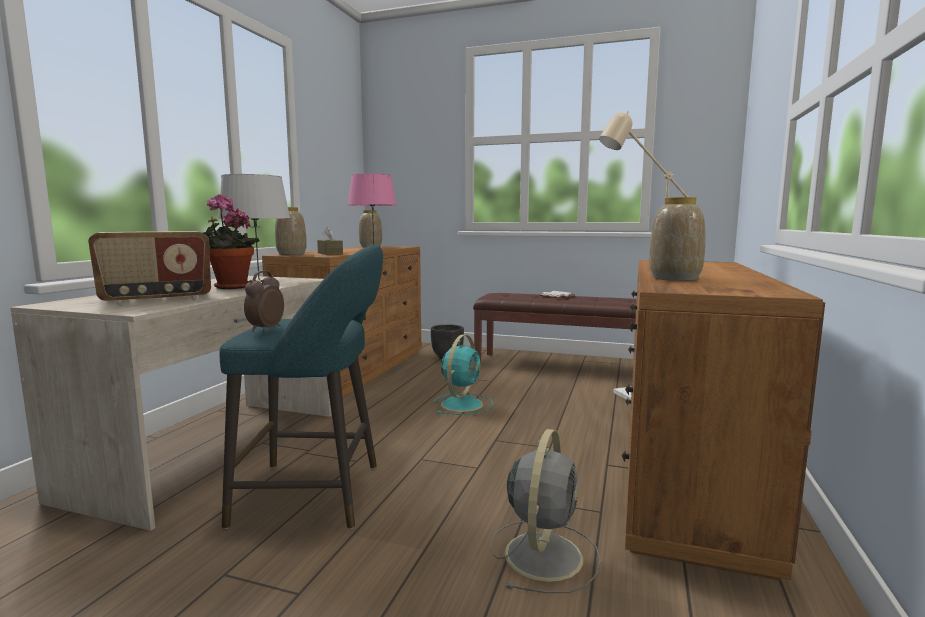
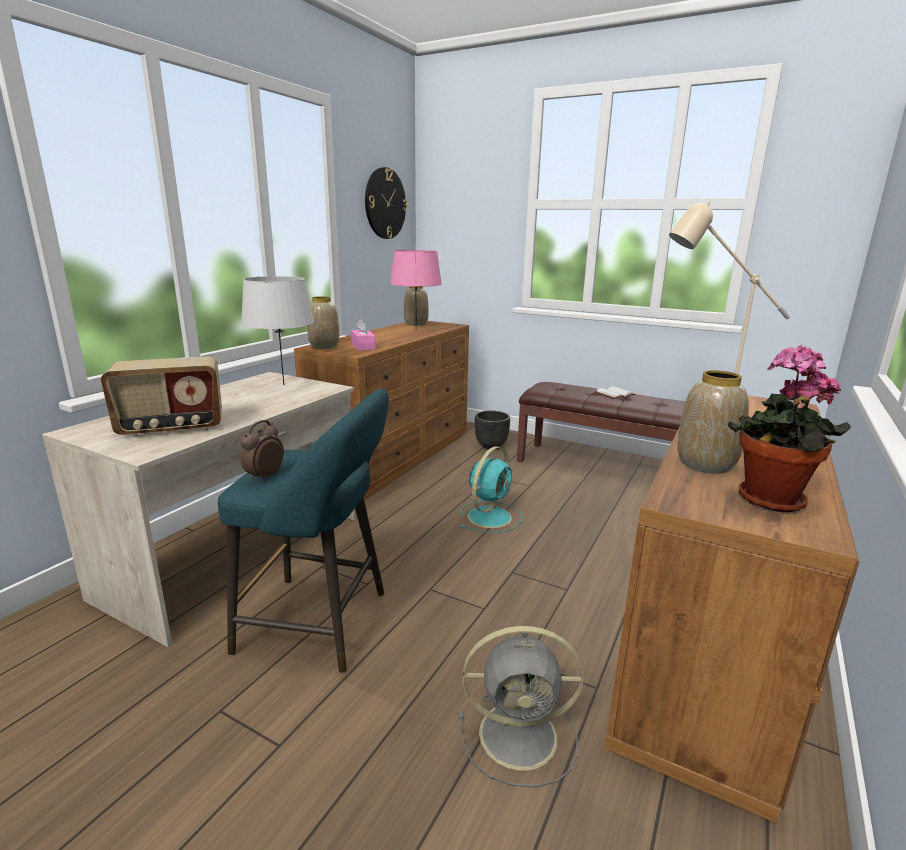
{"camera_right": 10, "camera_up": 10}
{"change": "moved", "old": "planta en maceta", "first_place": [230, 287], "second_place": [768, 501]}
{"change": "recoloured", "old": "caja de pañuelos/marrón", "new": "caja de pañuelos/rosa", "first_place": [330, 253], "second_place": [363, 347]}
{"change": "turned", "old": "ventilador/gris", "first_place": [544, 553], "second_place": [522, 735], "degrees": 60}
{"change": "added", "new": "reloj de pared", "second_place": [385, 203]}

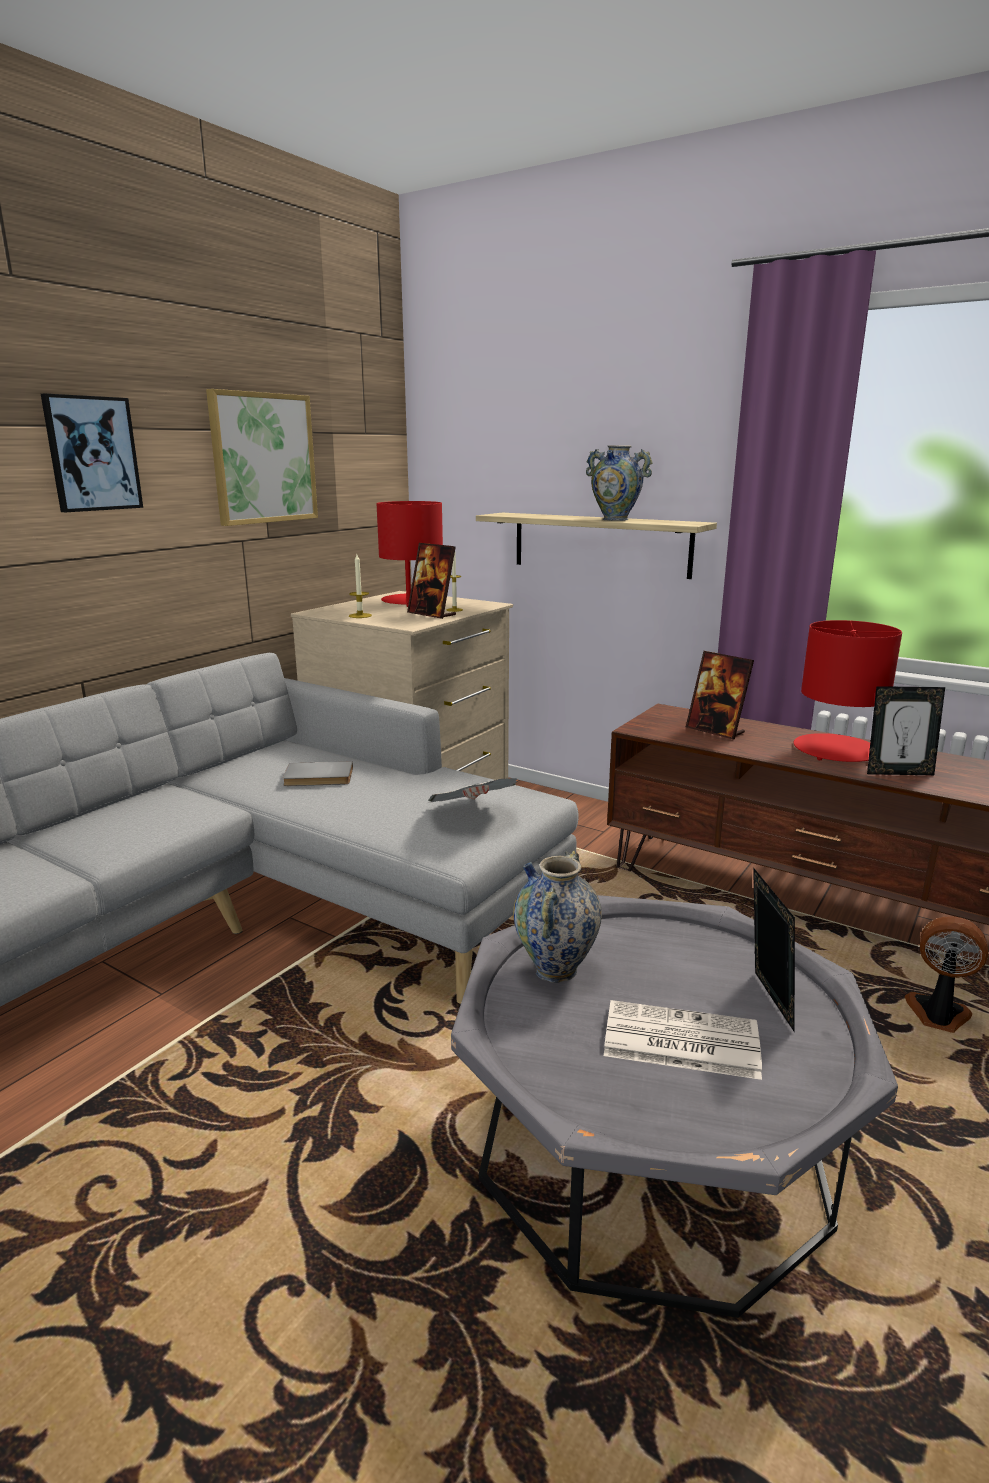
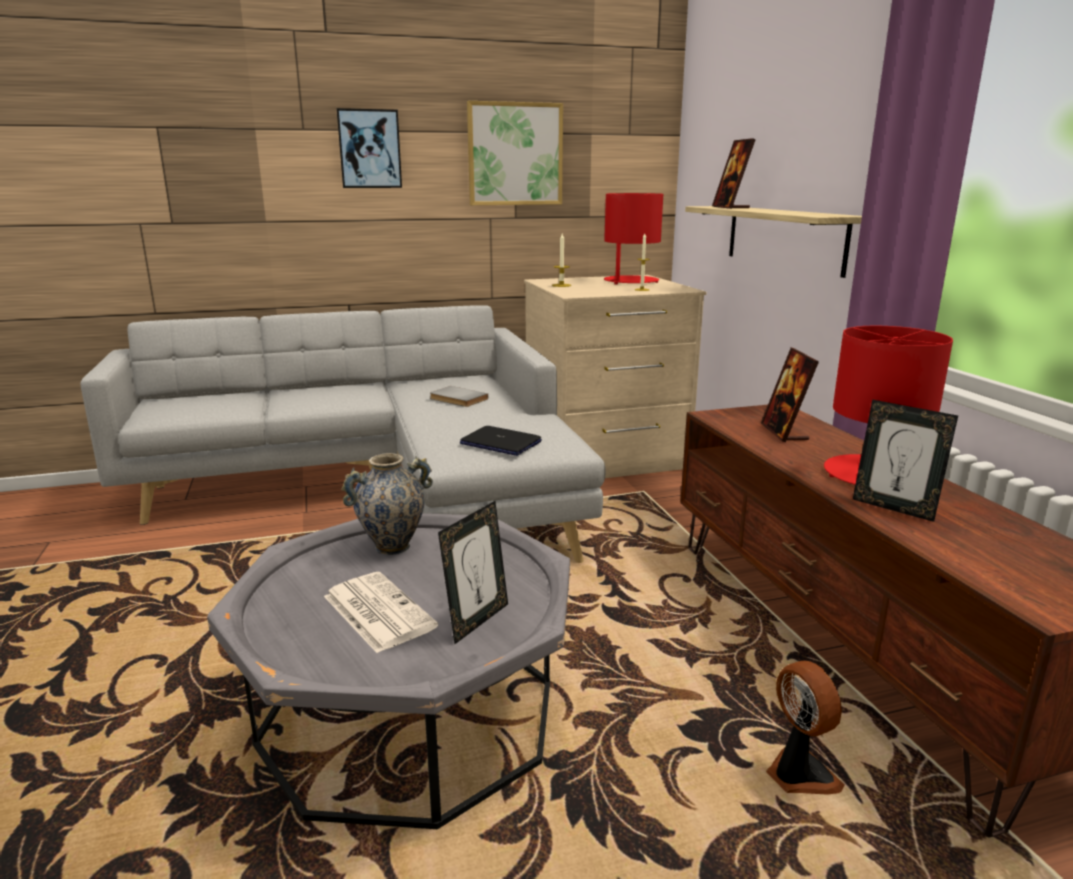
{"camera_right": 40, "camera_up": 0}
{"change": "moved", "old": "portarretratos", "first_place": [432, 614], "second_place": [730, 207]}
{"change": "replaced", "old": "periódico", "new": "portátil", "first_place": [472, 814], "second_place": [500, 443]}
{"change": "removed", "old": "florero", "first_place": [615, 519]}

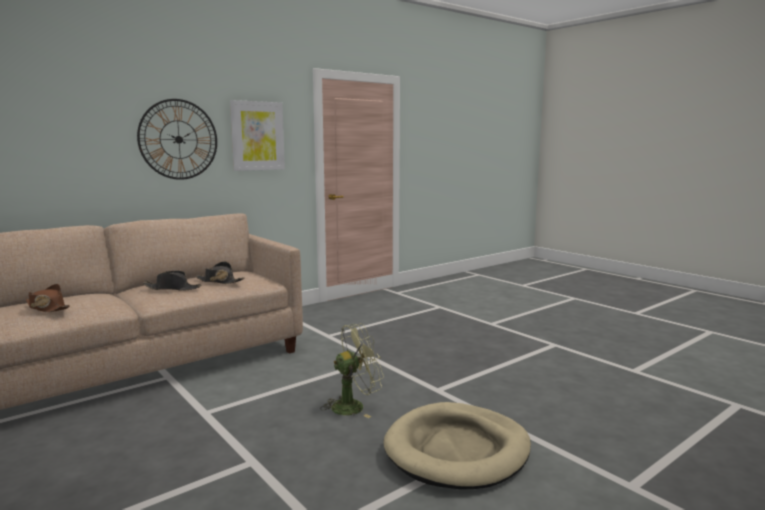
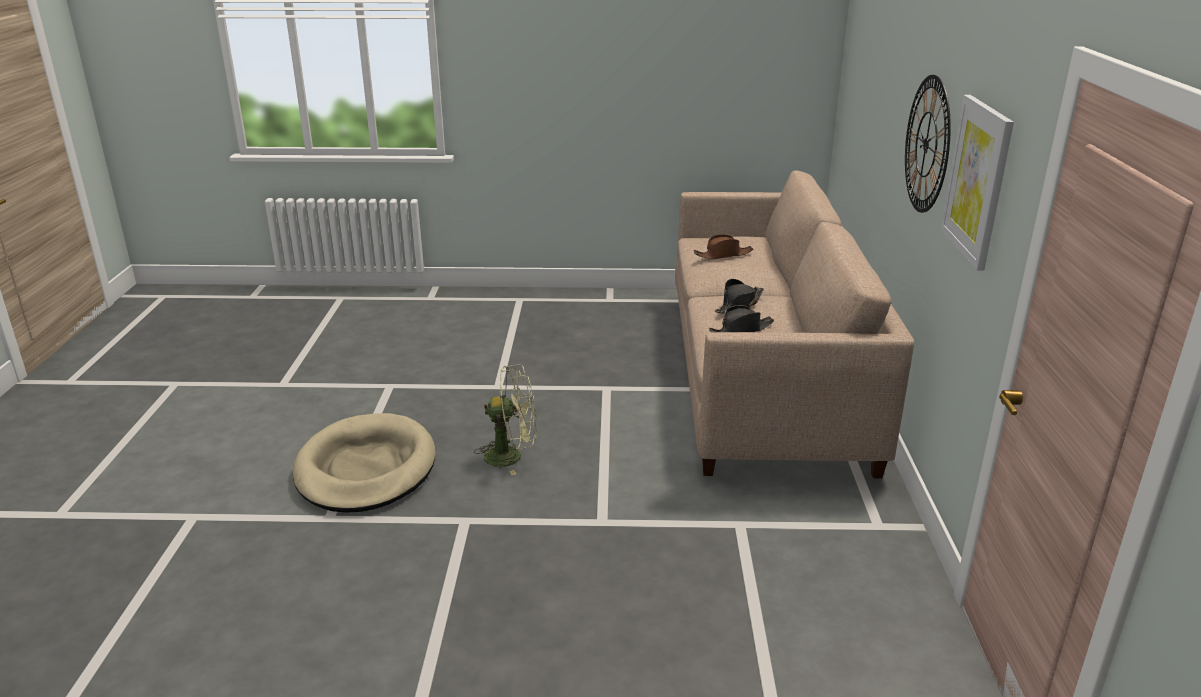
{"camera_right": 130, "camera_up": 15}
{"change": "turned", "old": "ventilador/verde", "first_place": [354, 406], "second_place": [511, 456], "degrees": -105}

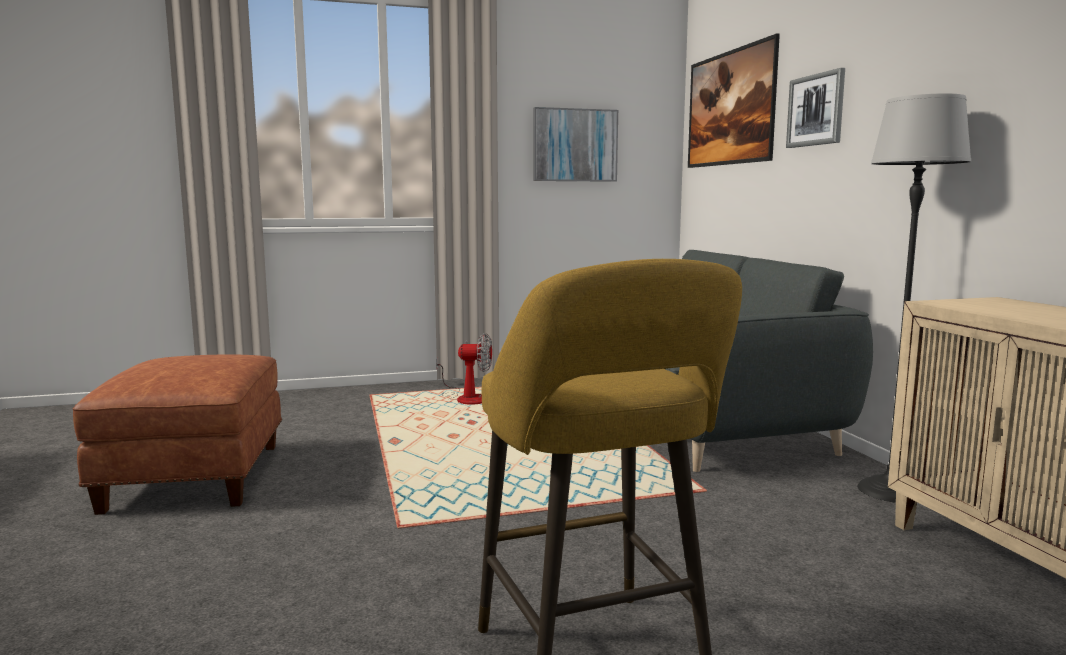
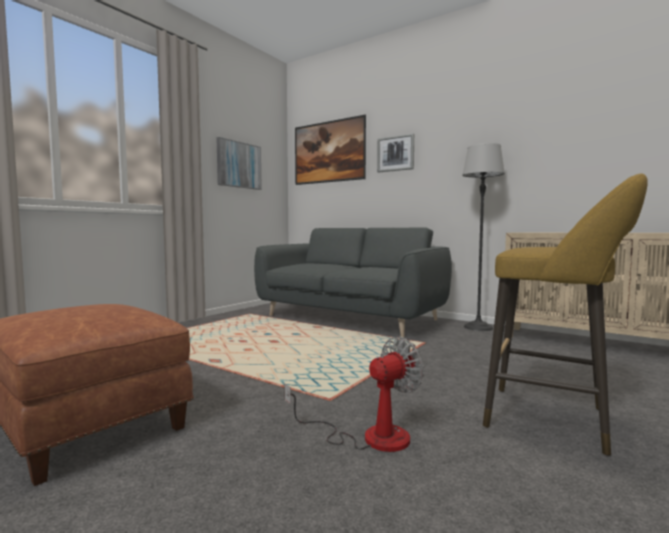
{"camera_right": -40, "camera_up": -5}
{"change": "moved", "old": "ventilador", "first_place": [466, 398], "second_place": [369, 437]}

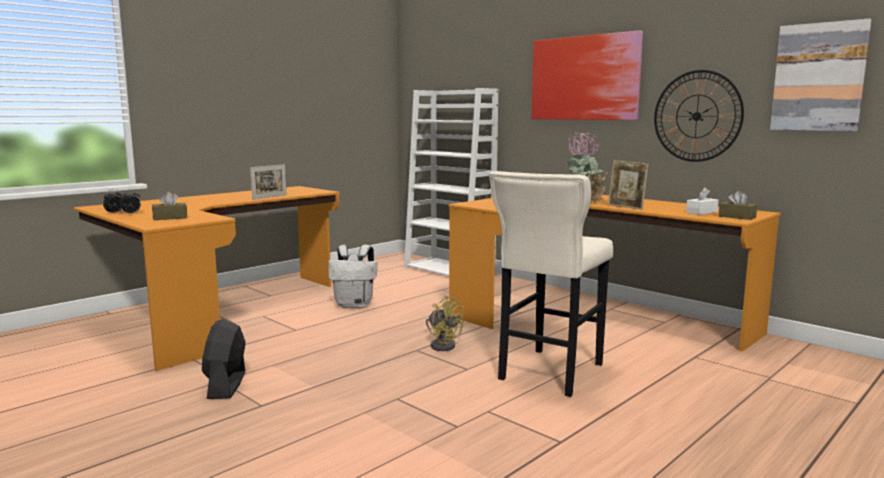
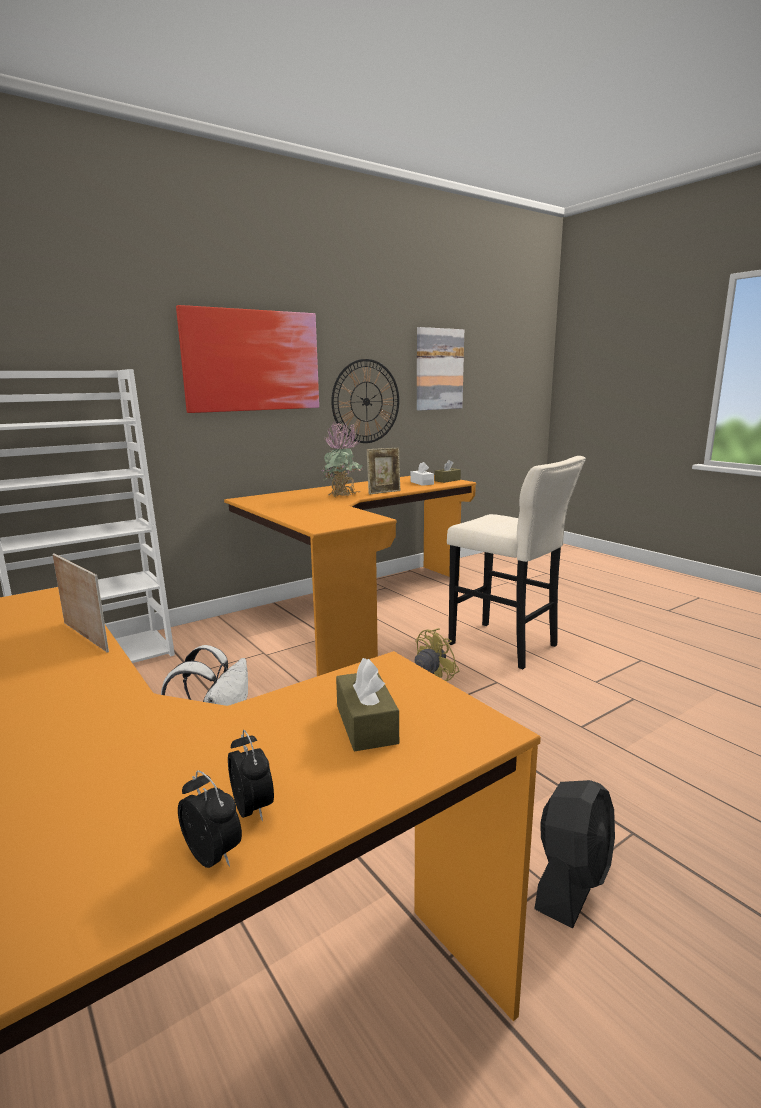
{"camera_right": -80, "camera_up": 5}
{"change": "turned", "old": "ventilador/negro", "first_place": [226, 385], "second_place": [572, 881], "degrees": -60}

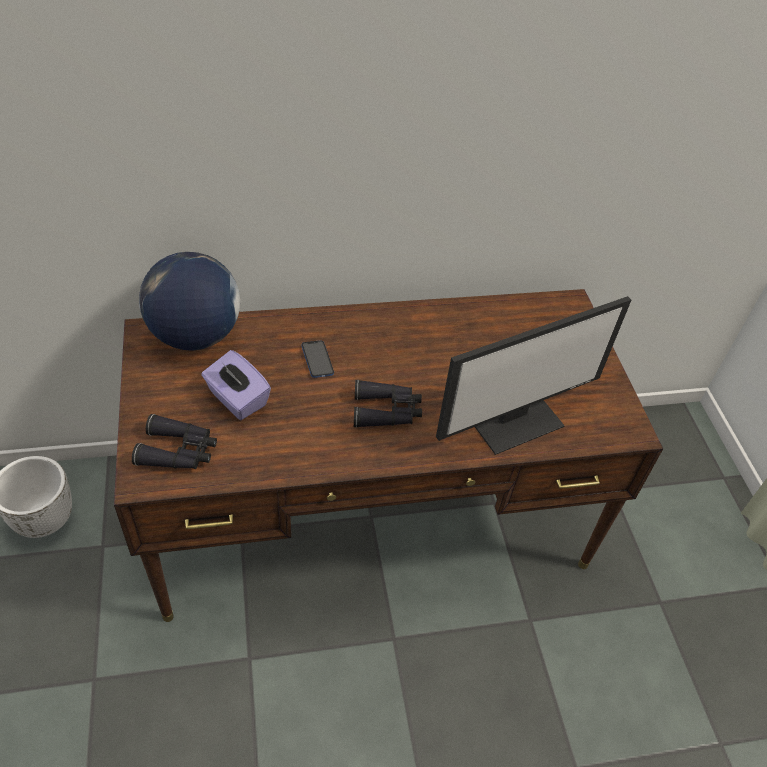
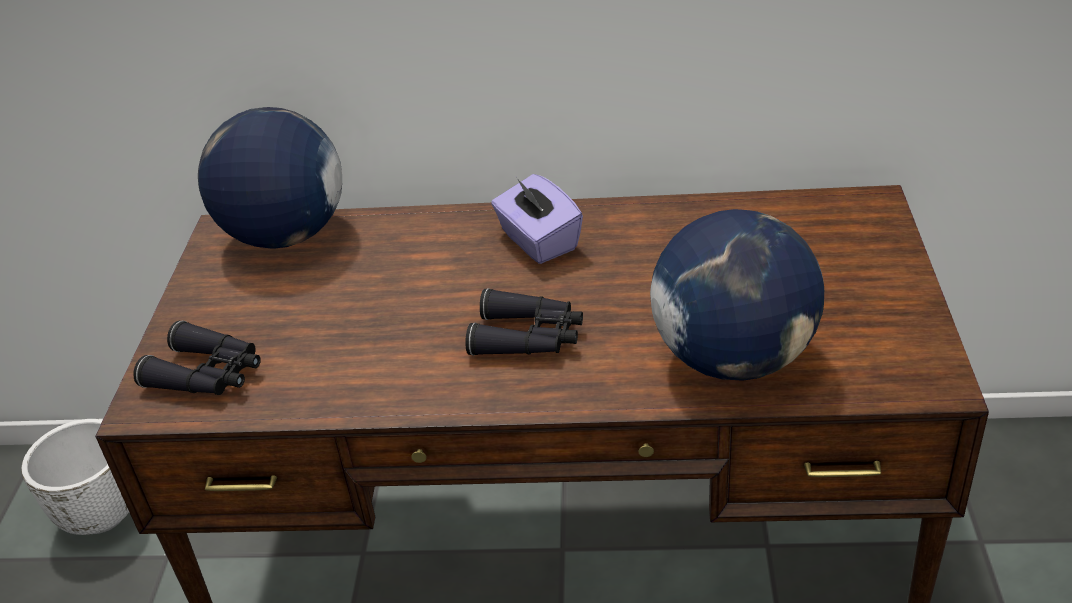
{"camera_right": 20, "camera_up": -10}
{"change": "moved", "old": "caja de pañuelos/morado", "first_place": [237, 399], "second_place": [538, 241]}
{"change": "removed", "old": "móvil", "first_place": [317, 360]}
{"change": "replaced", "old": "monitor", "new": "globo terráqueo", "first_place": [515, 420], "second_place": [733, 358]}

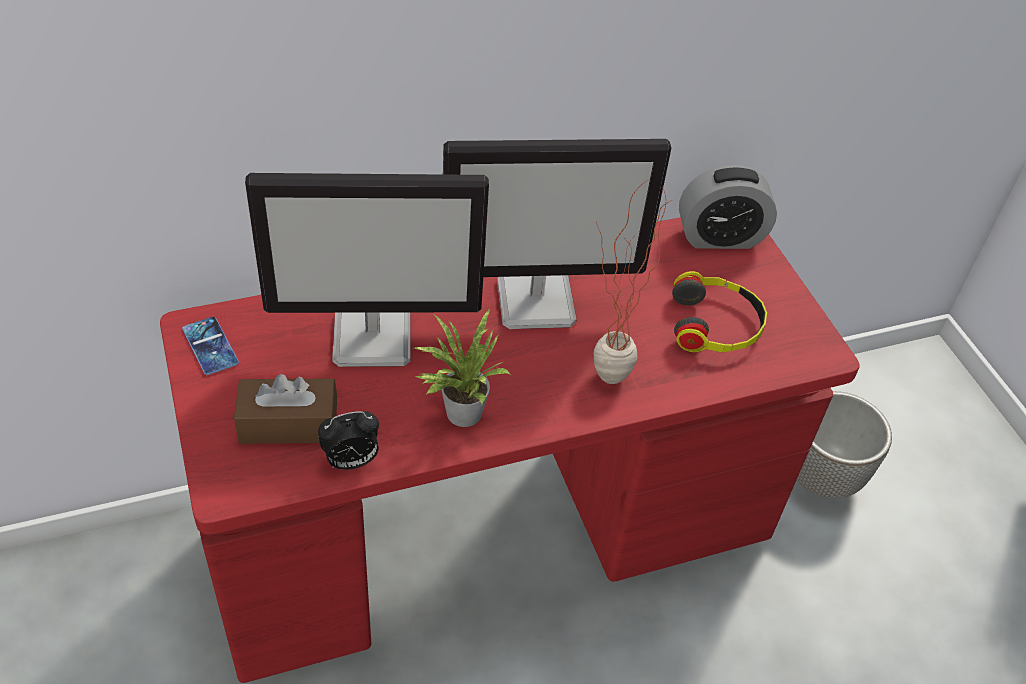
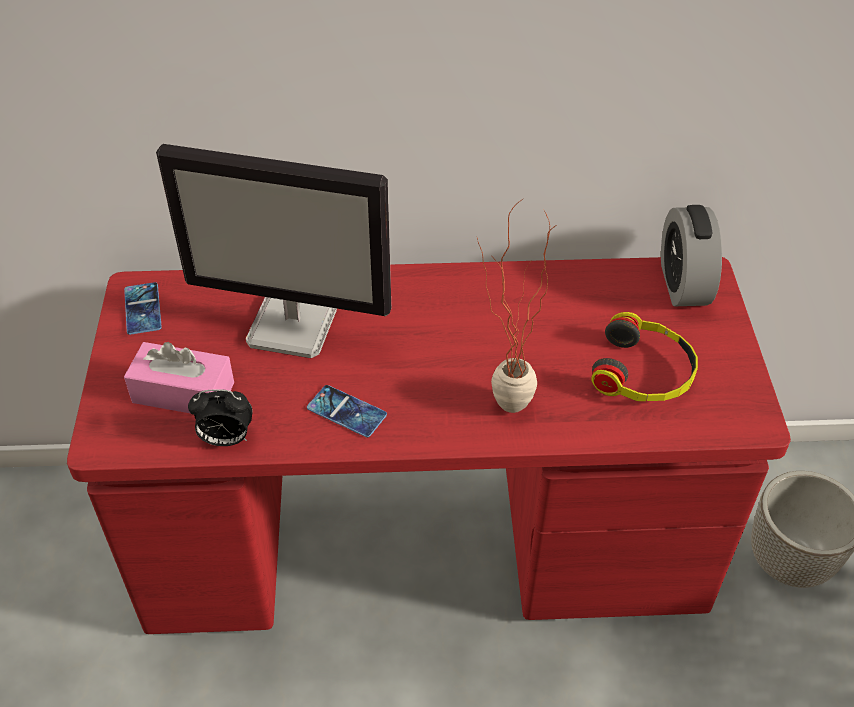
{"camera_right": 20, "camera_up": 0}
{"change": "recoloured", "old": "caja de pañuelos/marrón", "new": "caja de pañuelos/rosa", "first_place": [288, 423], "second_place": [183, 392]}
{"change": "replaced", "old": "planta en maceta", "new": "móvil", "first_place": [459, 412], "second_place": [346, 411]}
{"change": "removed", "old": "monitor", "first_place": [537, 301]}
{"change": "turned", "old": "despertador", "first_place": [720, 237], "second_place": [683, 284], "degrees": 75}

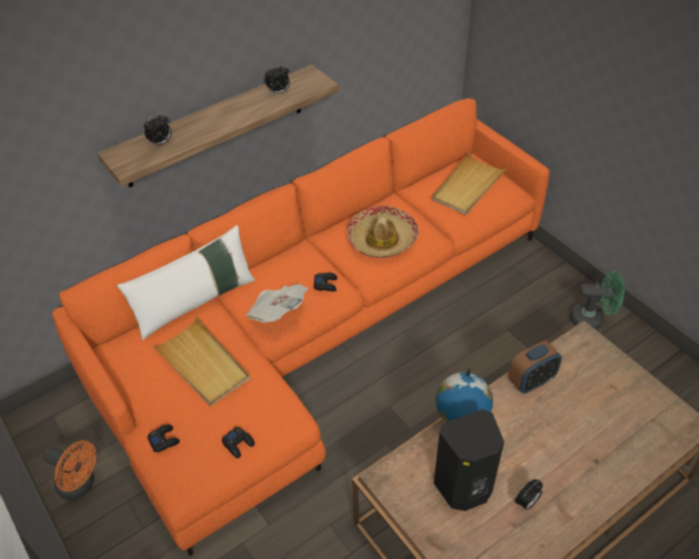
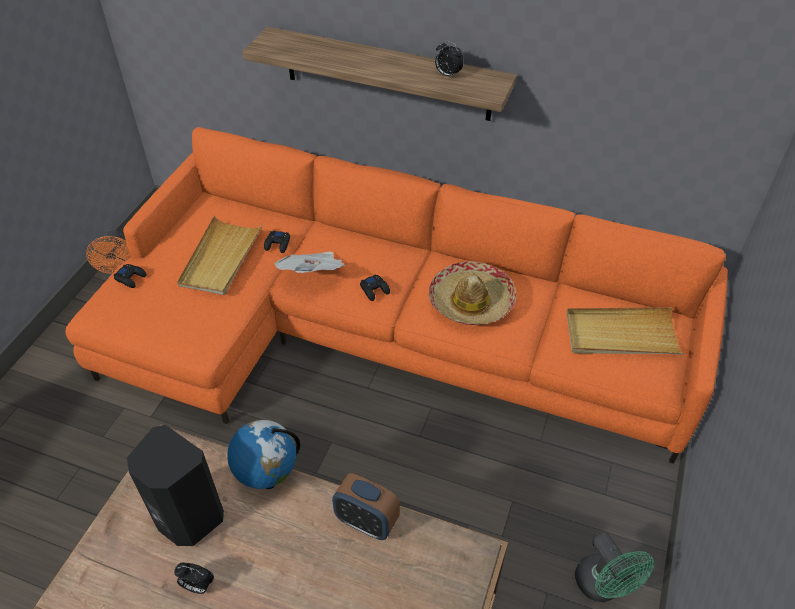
{"camera_right": 55, "camera_up": 0}
{"change": "removed", "old": "cojín/blanco", "first_place": [196, 302]}
{"change": "removed", "old": "despertador", "first_place": [161, 143]}
{"change": "moved", "old": "mando de consola/negro", "first_place": [238, 444], "second_place": [278, 244]}

